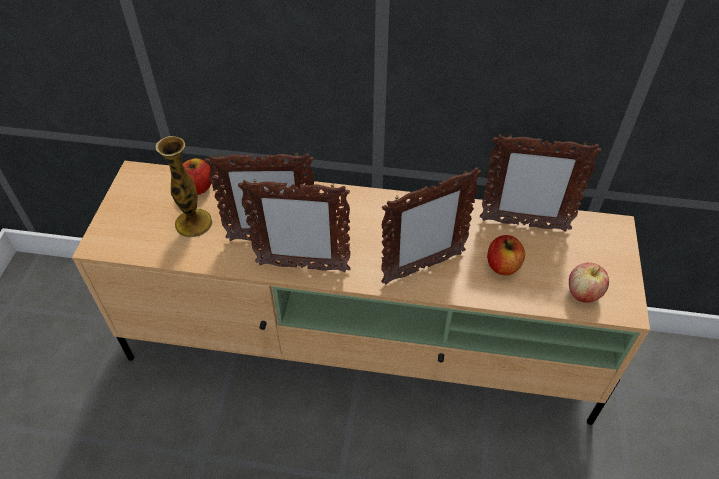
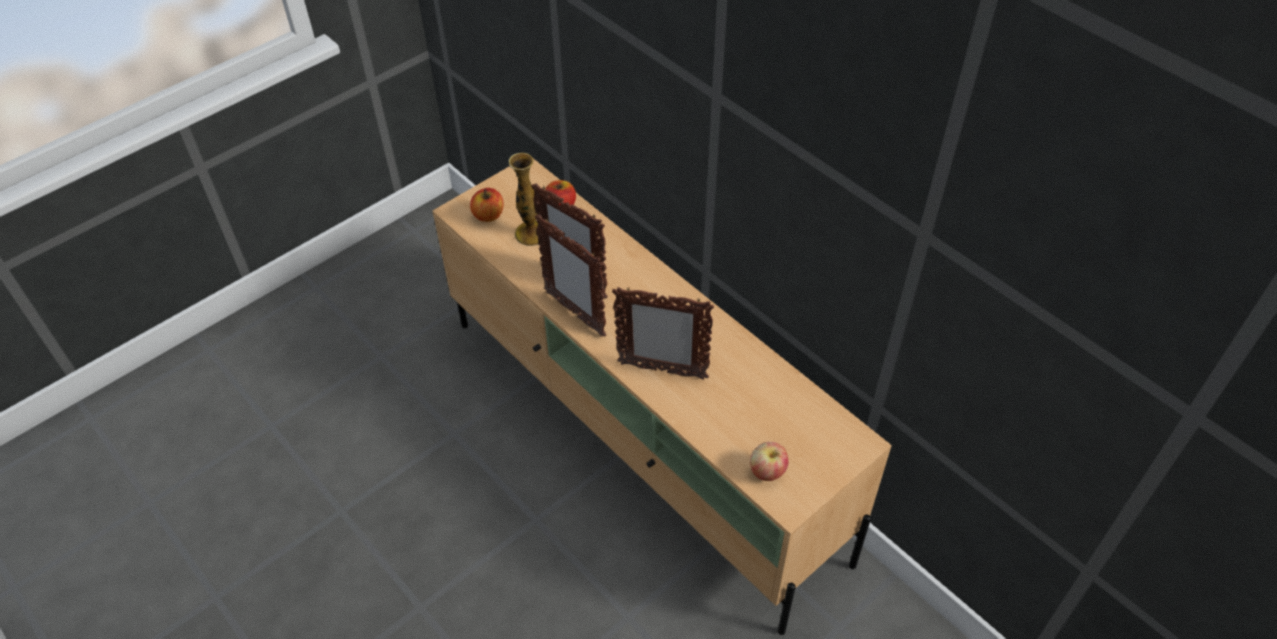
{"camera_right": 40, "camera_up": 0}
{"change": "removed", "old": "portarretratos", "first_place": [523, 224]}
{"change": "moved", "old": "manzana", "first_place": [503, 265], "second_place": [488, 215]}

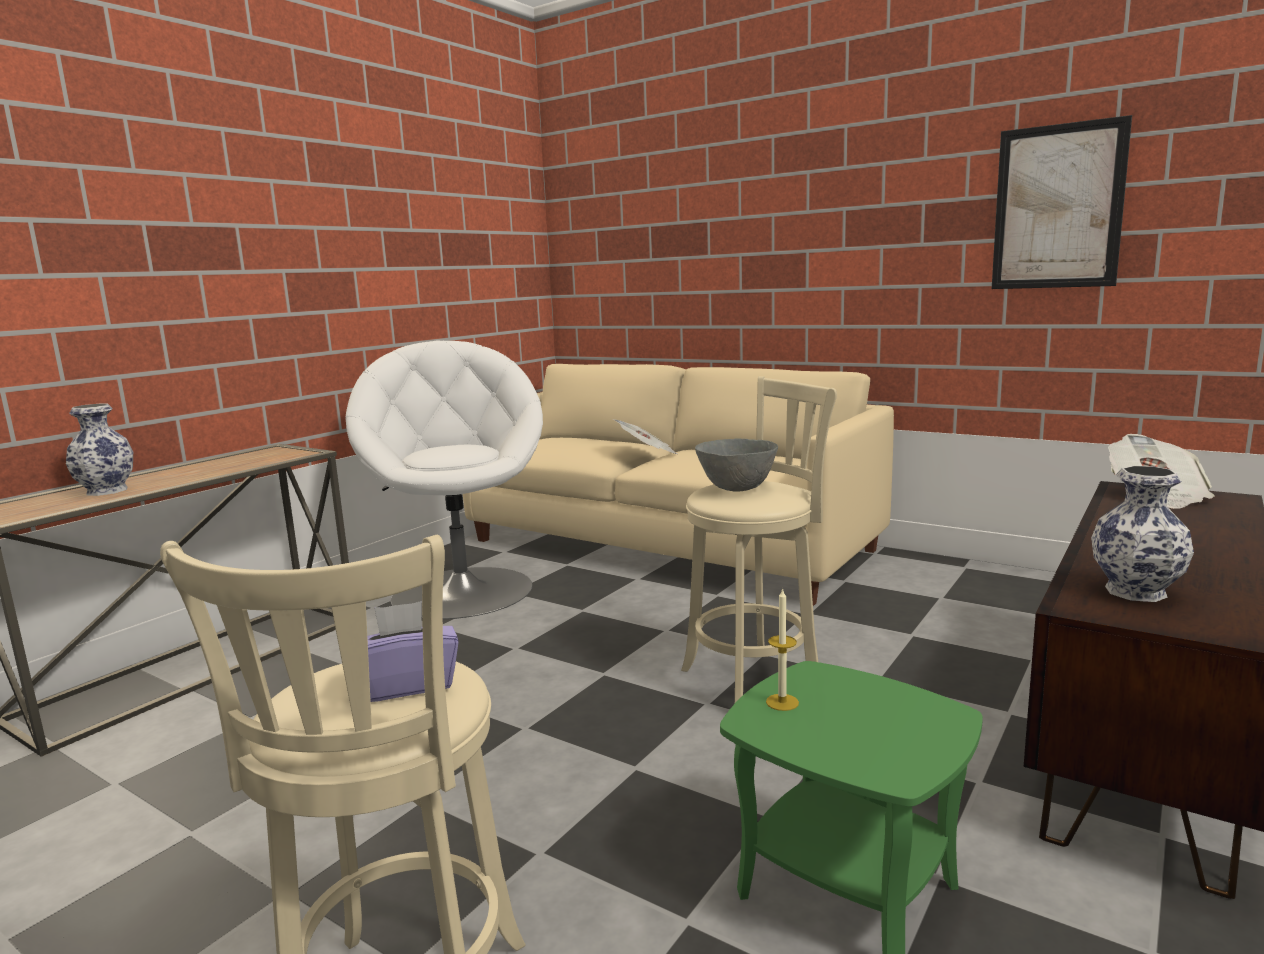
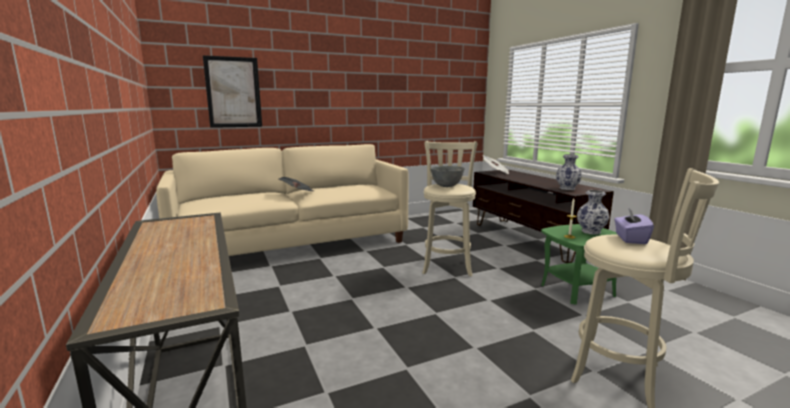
{"camera_right": -60, "camera_up": 0}
{"change": "moved", "old": "florero", "first_place": [108, 490], "second_place": [590, 231]}
{"change": "removed", "old": "sillón/blanco", "first_place": [463, 590]}
{"change": "moved", "old": "cuadro", "first_place": [1058, 207], "second_place": [233, 92]}

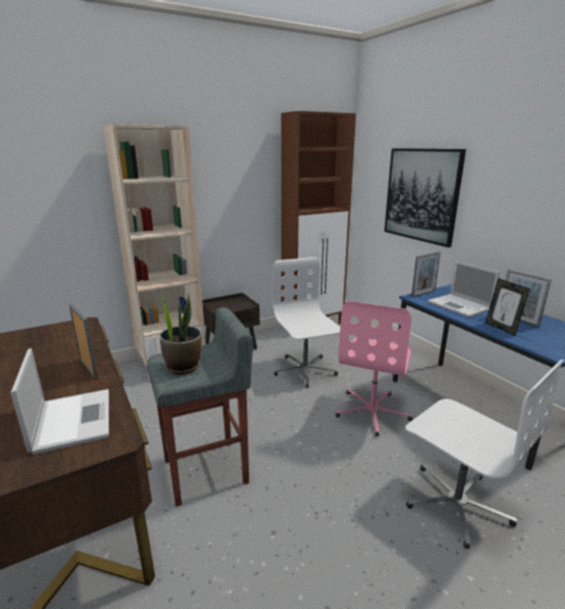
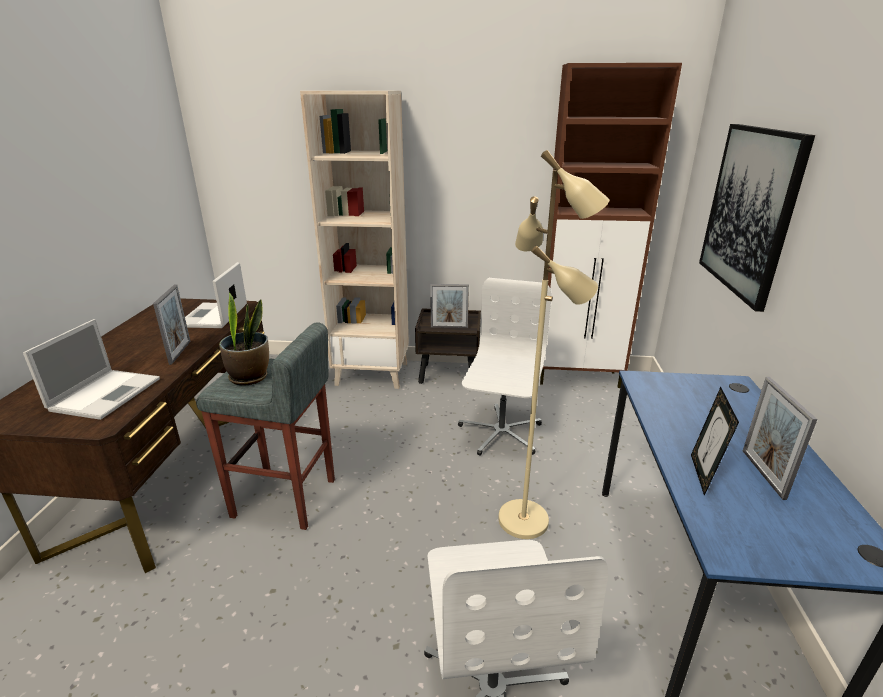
{"camera_right": 35, "camera_up": 5}
{"change": "replaced", "old": "silla de oficina/rosa", "new": "lámpara de pie/beis", "first_place": [372, 411], "second_place": [524, 519]}
{"change": "moved", "old": "portarretratos", "first_place": [423, 294], "second_place": [449, 327]}
{"change": "moved", "old": "portátil", "first_place": [460, 306], "second_place": [213, 316]}

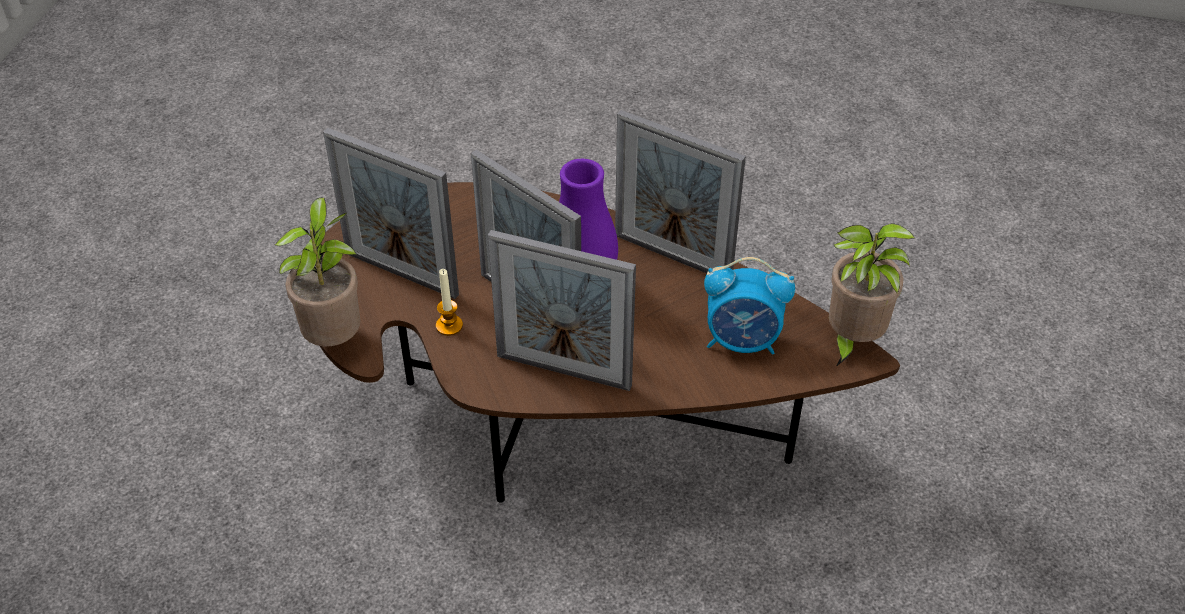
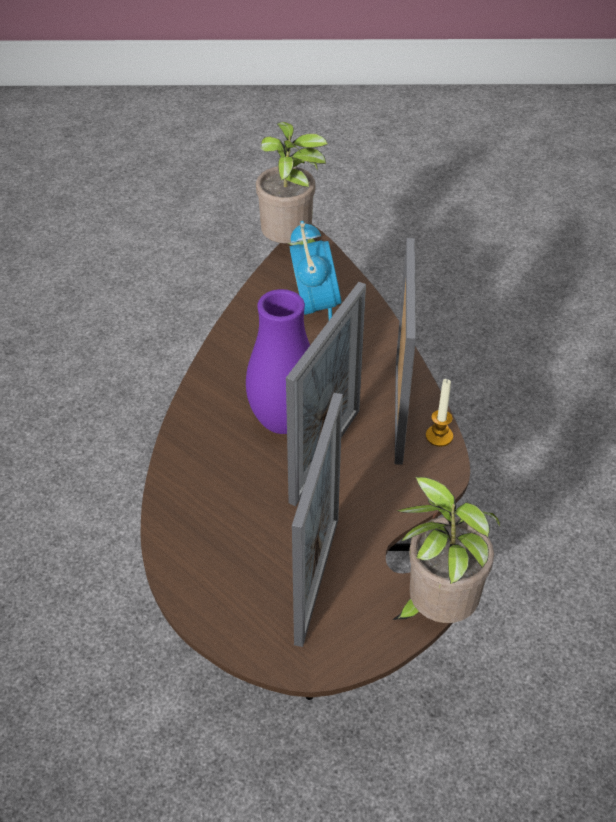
{"camera_right": -105, "camera_up": 0}
{"change": "moved", "old": "vela", "first_place": [449, 325], "second_place": [439, 436]}
{"change": "removed", "old": "portarretratos", "first_place": [672, 257]}

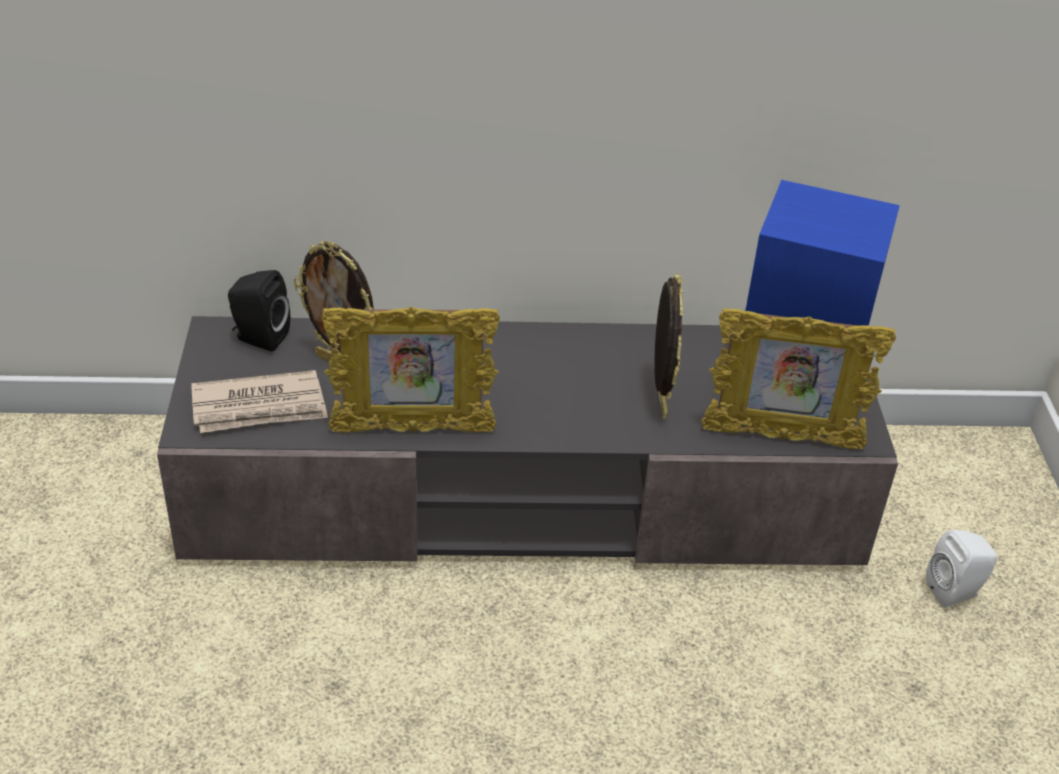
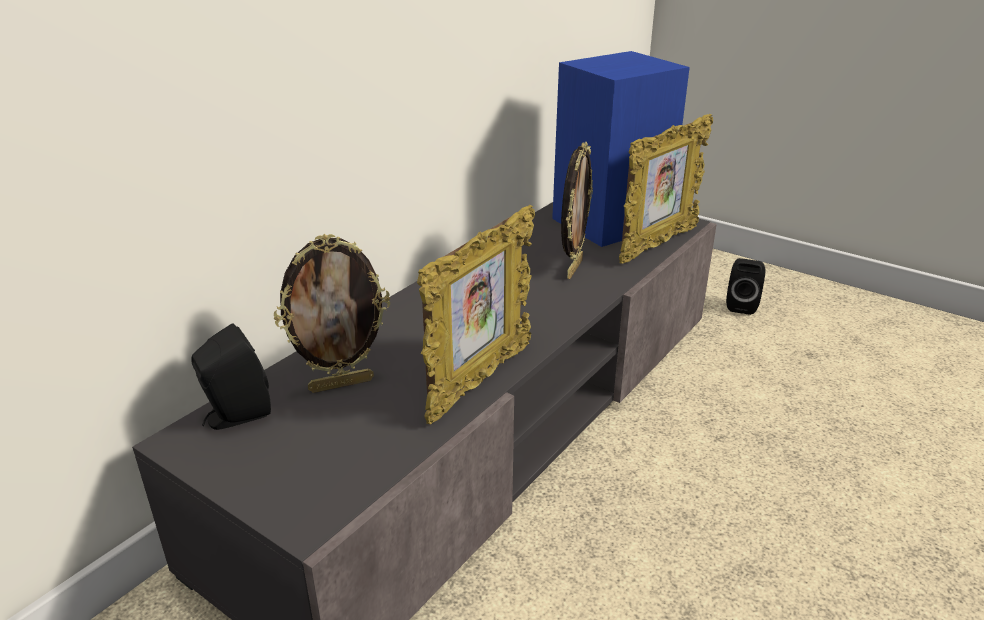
{"camera_right": -50, "camera_up": -10}
{"change": "removed", "old": "periódico", "first_place": [260, 407]}
{"change": "turned", "old": "portarretratos", "first_place": [659, 401], "second_place": [573, 268], "degrees": 75}
{"change": "recoloured", "old": "altavoz/blanco", "new": "altavoz/negro", "first_place": [956, 592], "second_place": [741, 305]}

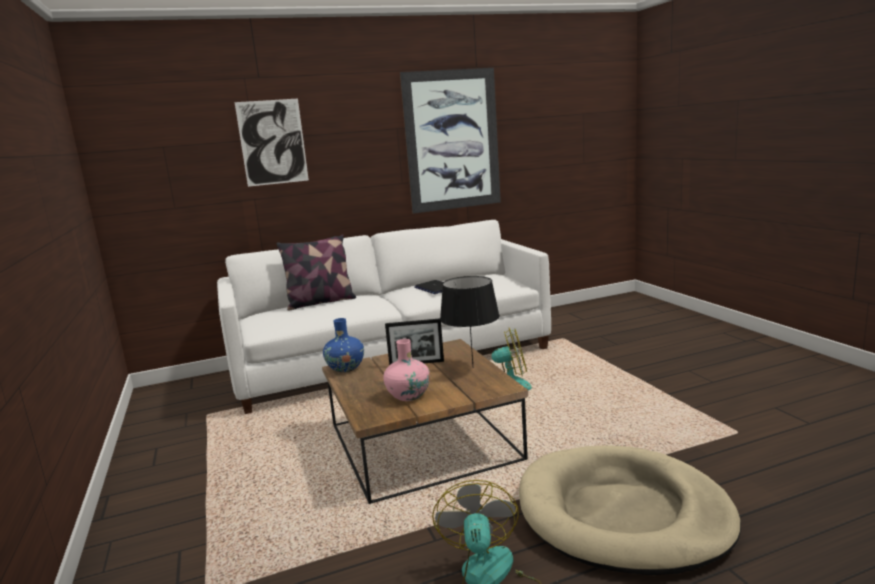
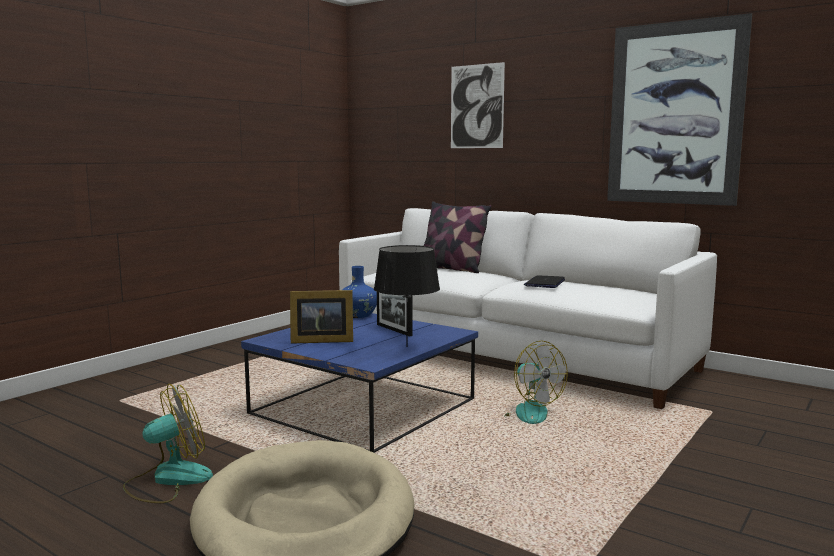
{"camera_right": 55, "camera_up": -5}
{"change": "recoloured", "old": "mesa de centro/marrón", "new": "mesa de centro/azul", "first_place": [423, 441], "second_place": [366, 406]}
{"change": "replaced", "old": "florero/rosa", "new": "portarretratos", "first_place": [408, 395], "second_place": [320, 340]}

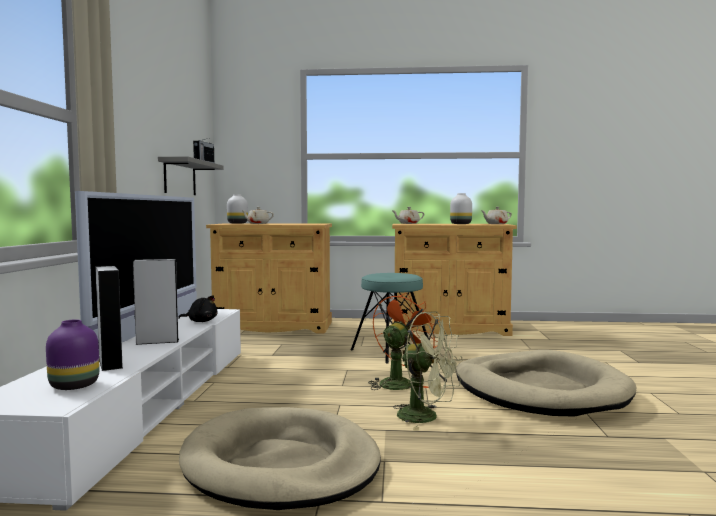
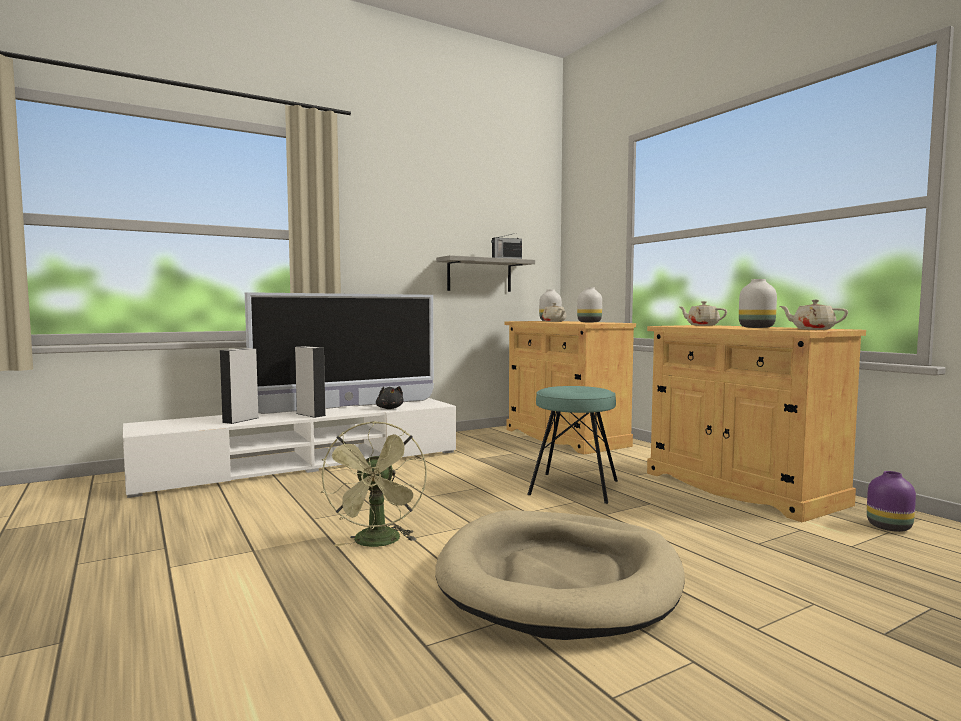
{"camera_right": 55, "camera_up": 0}
{"change": "moved", "old": "florero/morado", "first_place": [75, 385], "second_place": [890, 527]}
{"change": "removed", "old": "cama para perro/beis", "first_place": [280, 464]}
{"change": "removed", "old": "ventilador/naranja", "first_place": [399, 383]}
{"change": "added", "new": "florero/blanco", "second_place": [589, 322]}

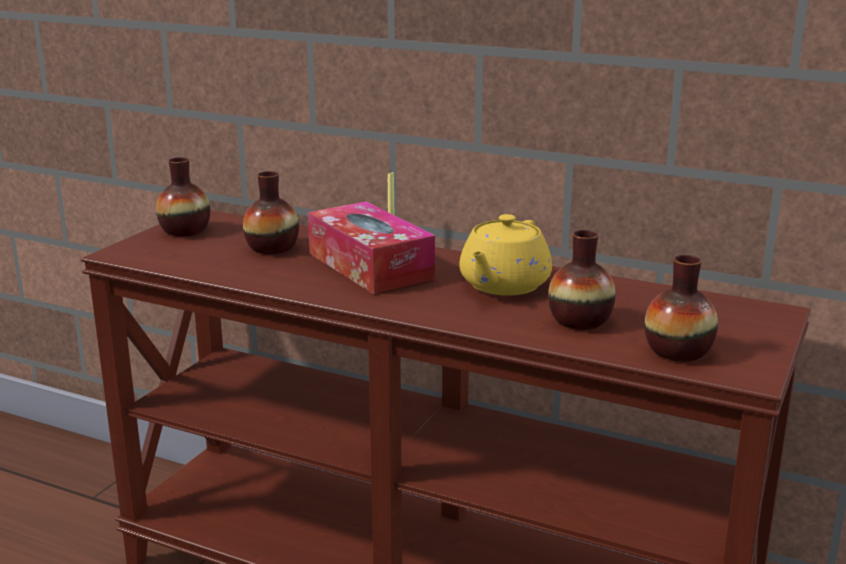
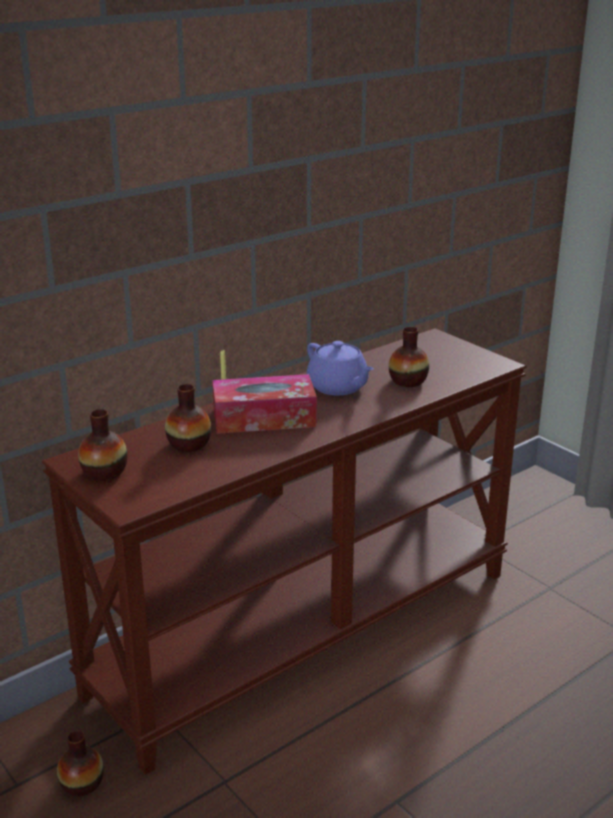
{"camera_right": -65, "camera_up": 5}
{"change": "recoloured", "old": "tetera/amarillo", "new": "tetera/morado", "first_place": [503, 285], "second_place": [338, 387]}
{"change": "moved", "old": "florero", "first_place": [678, 351], "second_place": [82, 784]}

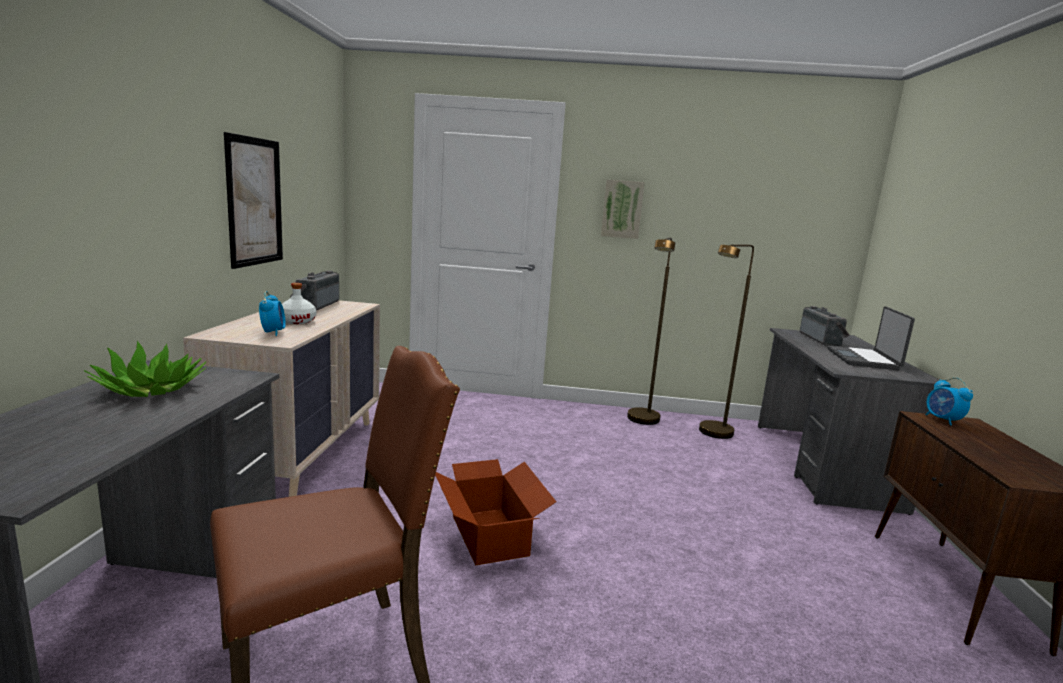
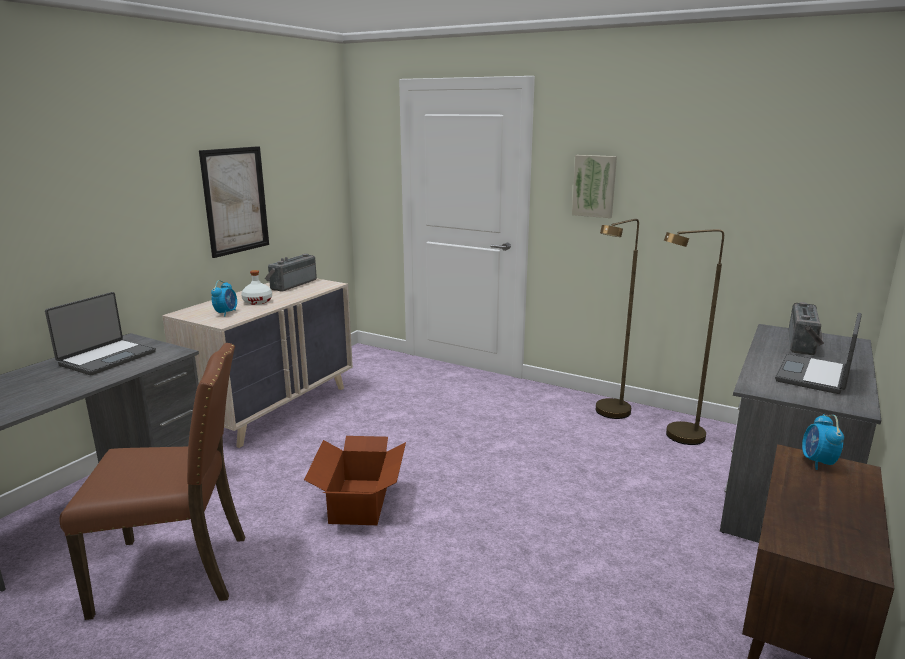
{"camera_right": 25, "camera_up": 5}
{"change": "replaced", "old": "planta en maceta", "new": "portátil", "first_place": [151, 389], "second_place": [106, 358]}

